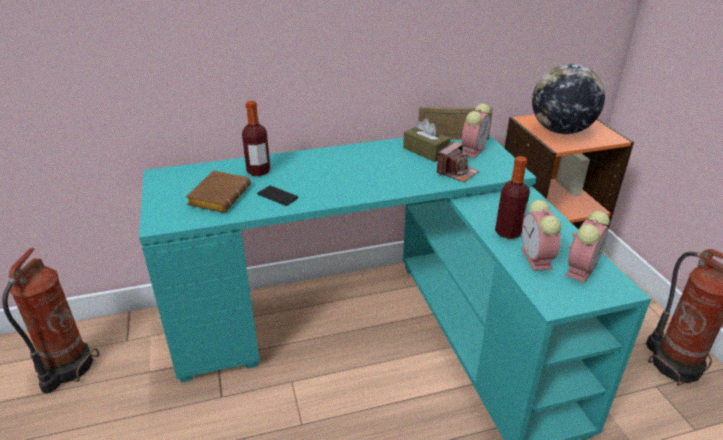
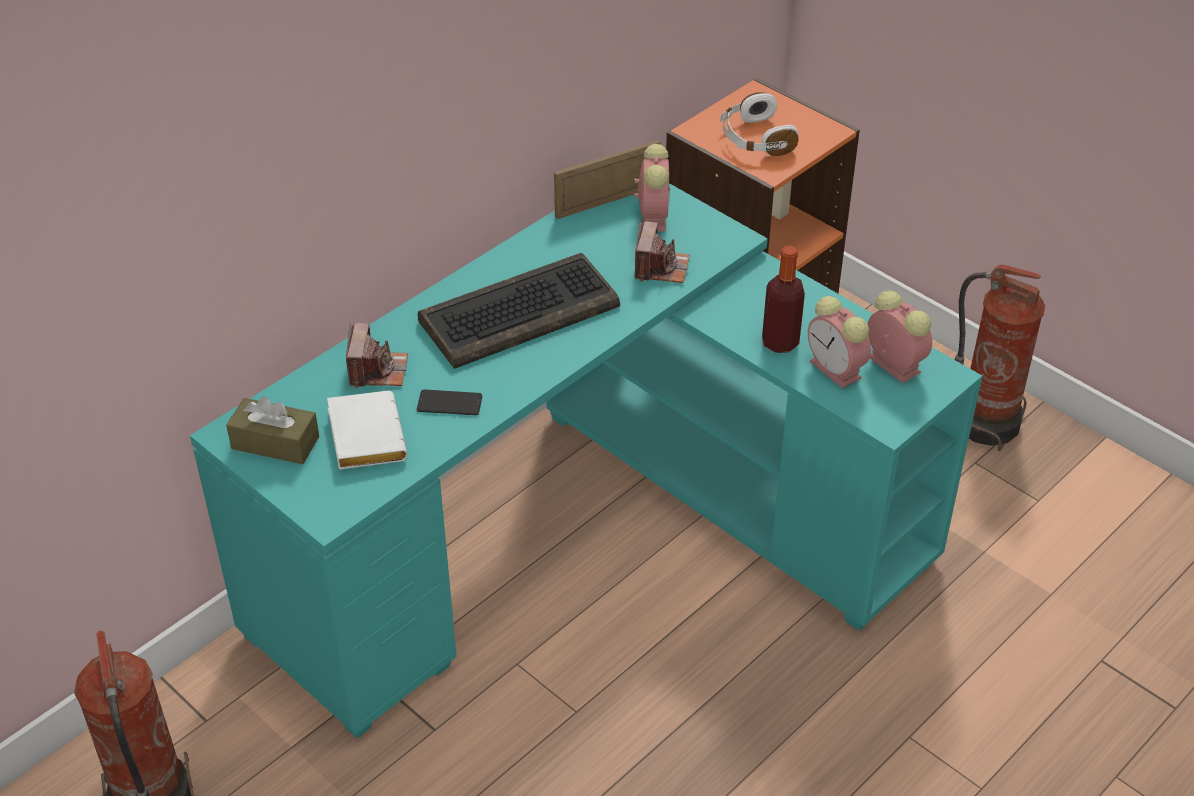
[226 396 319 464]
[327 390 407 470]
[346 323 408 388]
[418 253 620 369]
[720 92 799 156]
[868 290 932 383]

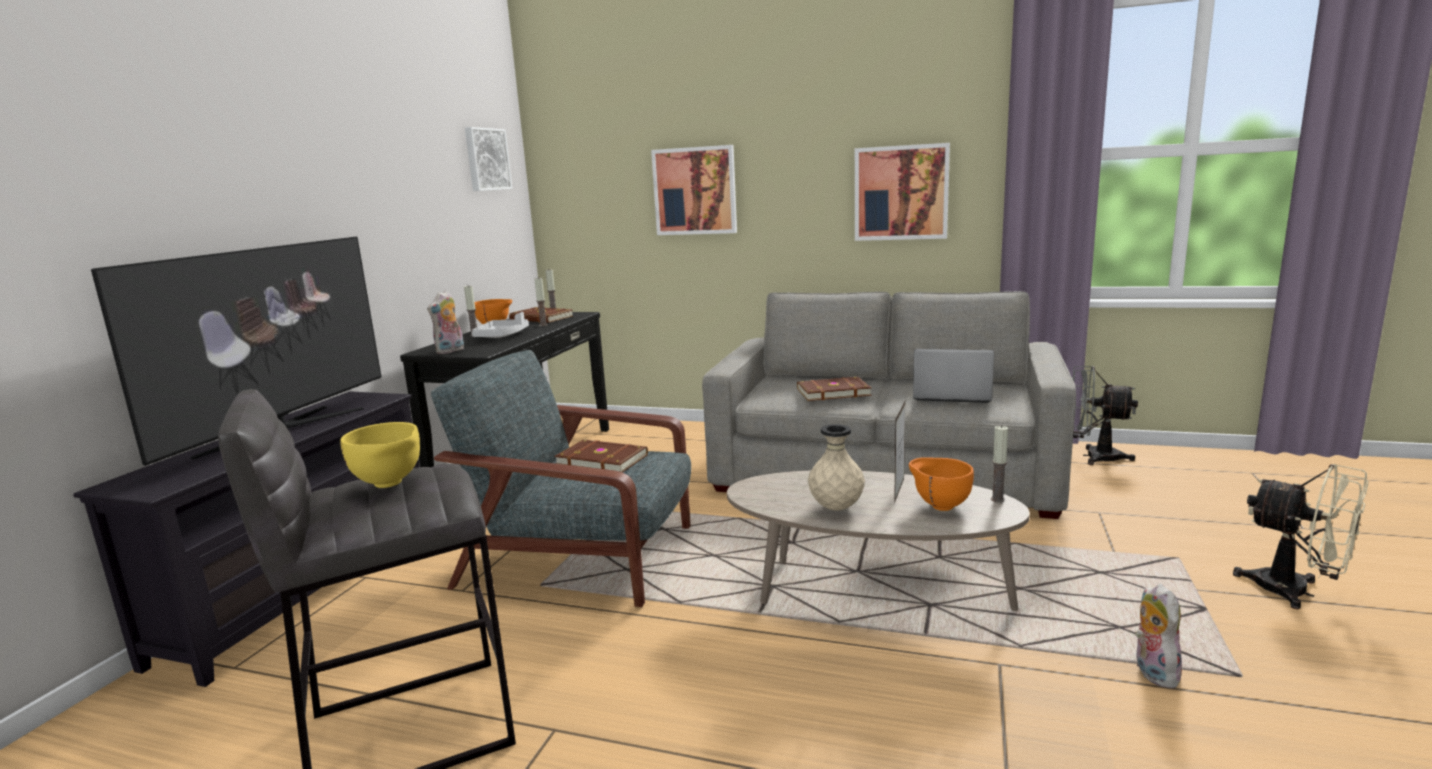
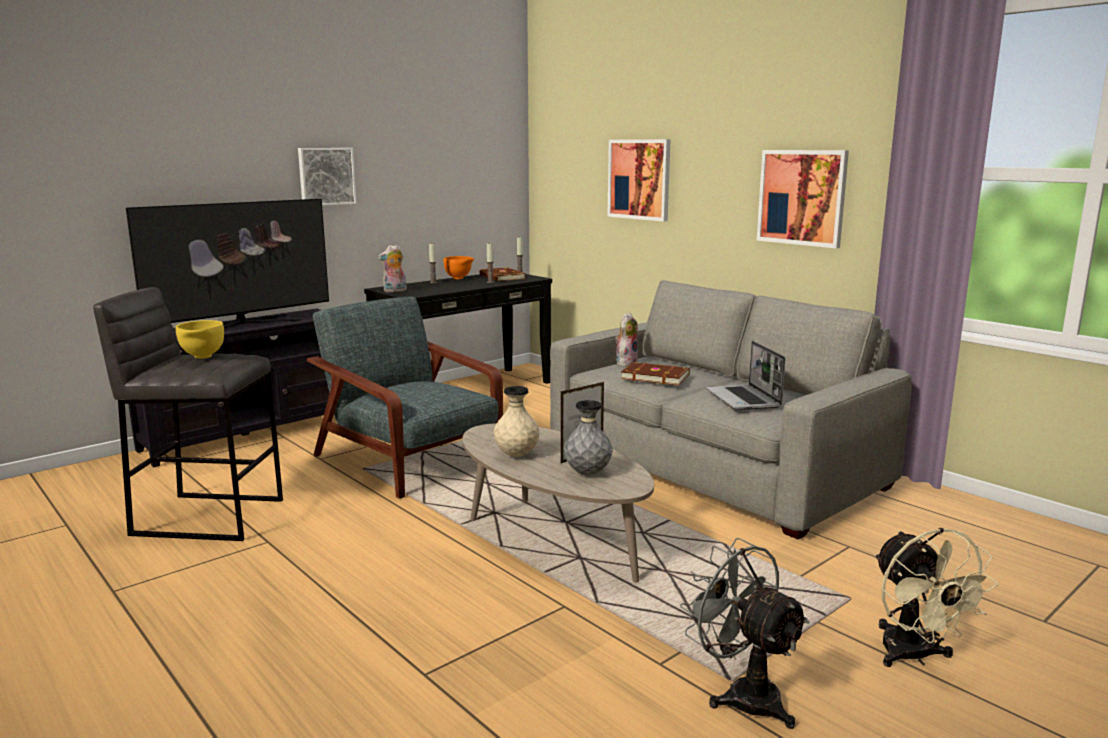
[298 148 357 206]
[564 400 613 475]
[615 312 638 367]
[680 538 810 729]
[706 341 785 410]
[472 312 529 338] (first image)
[554 439 648 472] (first image)
[991 425 1008 503] (first image)

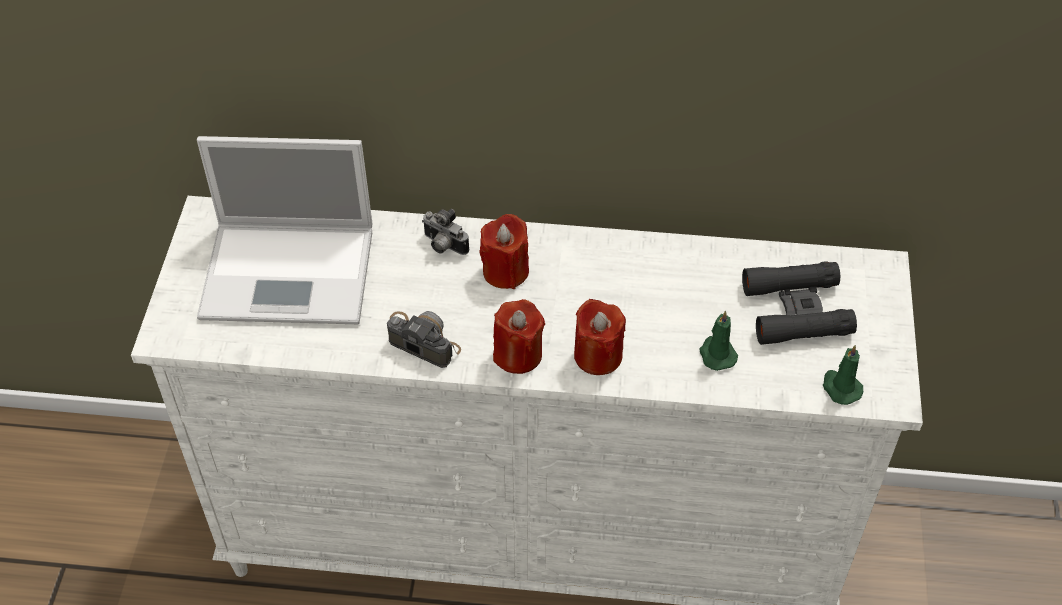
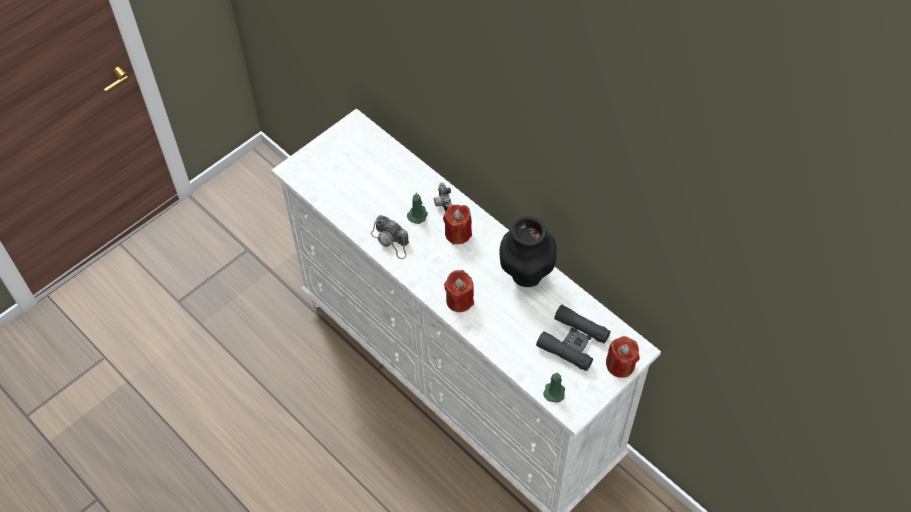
[371 215 409 259]
[407 192 428 224]
[500 216 557 287]
[606 336 640 378]
[197 136 373 324] (first image)

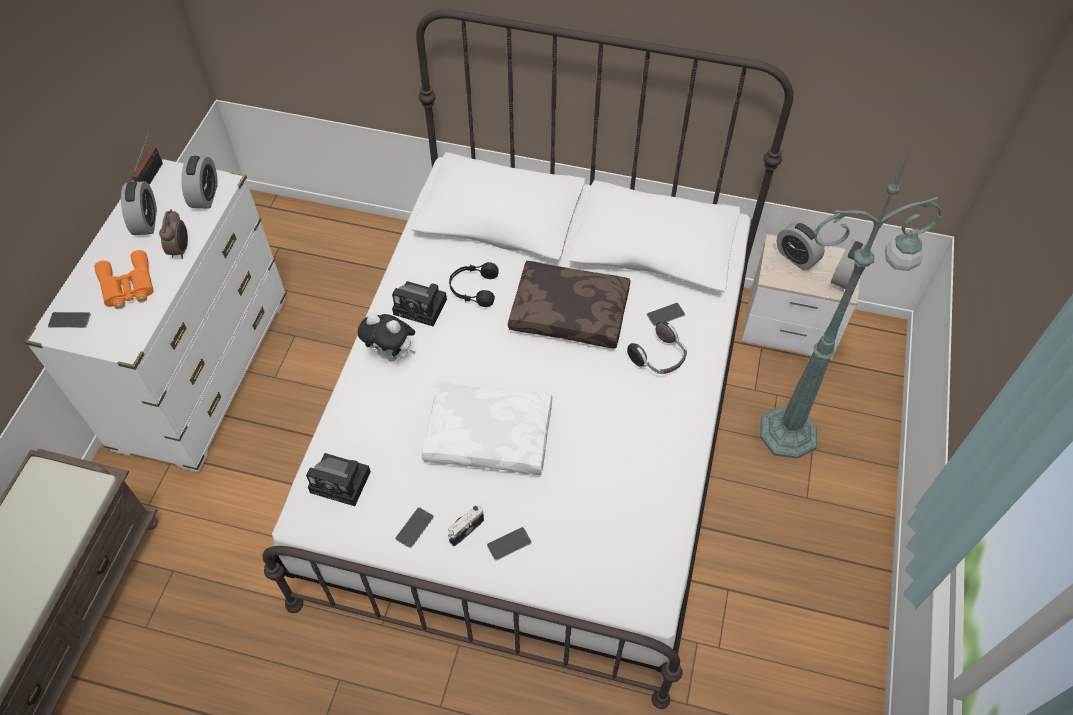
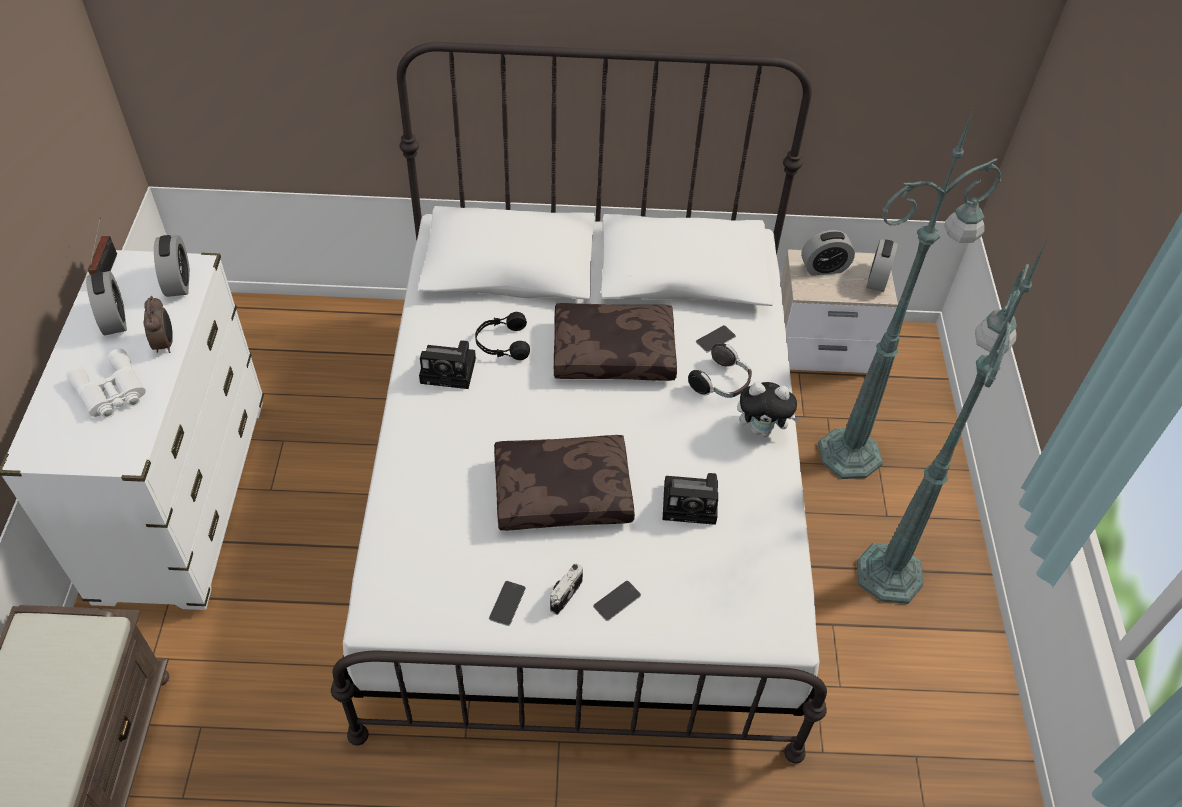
[66 349 146 418]
[494 435 635 531]
[663 473 718 525]
[737 382 801 437]
[801 230 855 276]
[857 238 1048 604]
[48 312 91 328] (first image)

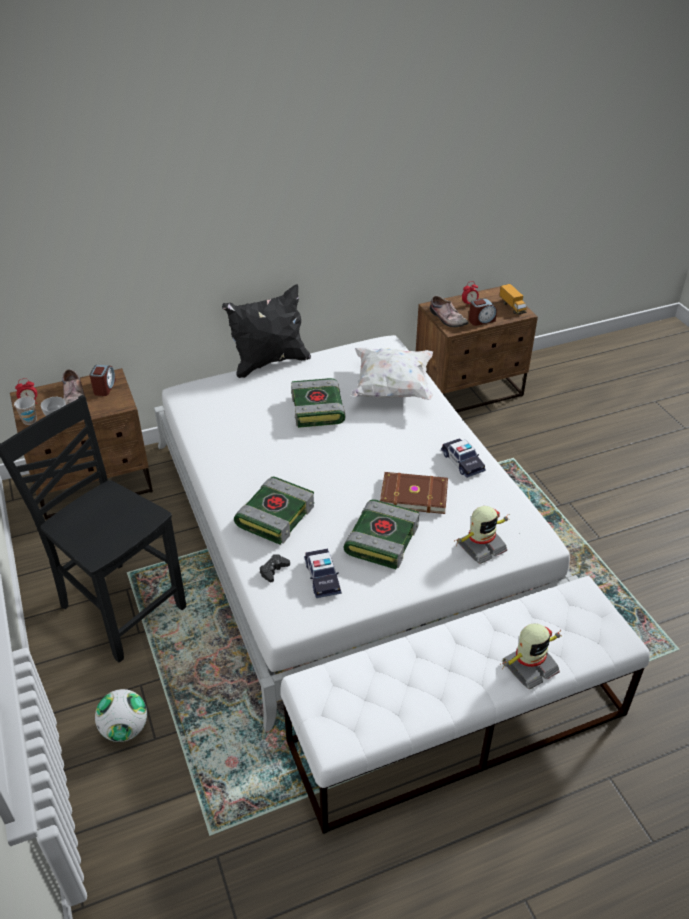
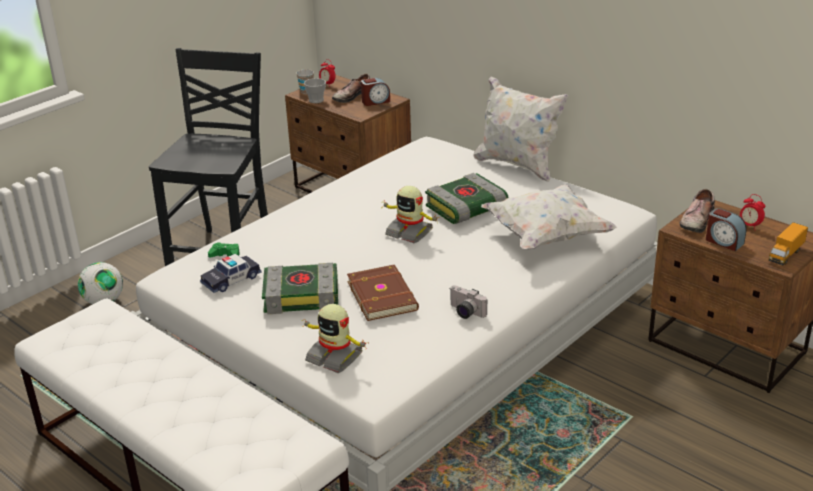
[208 243 240 258]
[382 186 440 243]
[450 285 487 319]
[473 76 568 182]
[234 477 314 545] (first image)

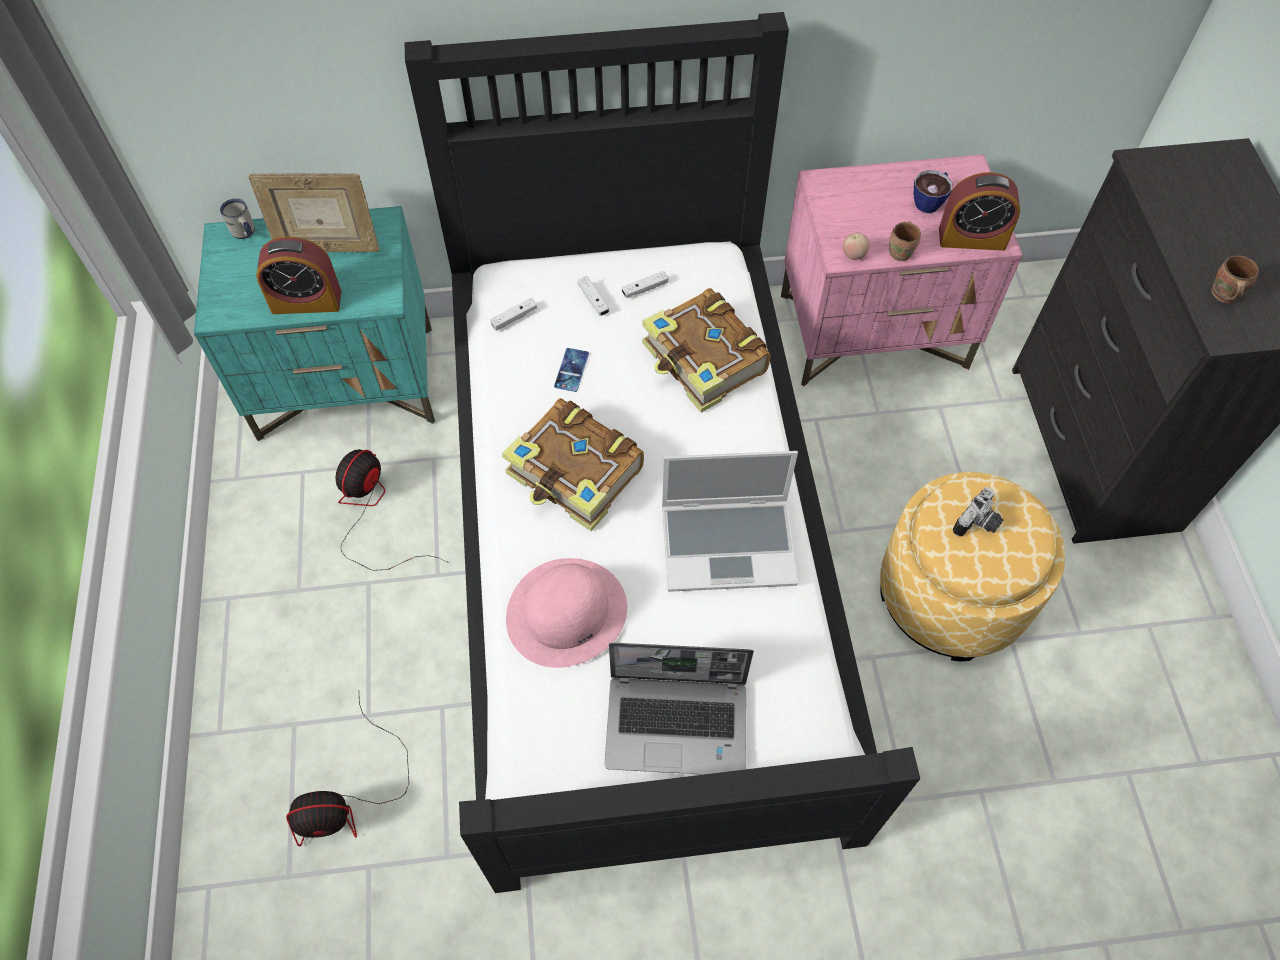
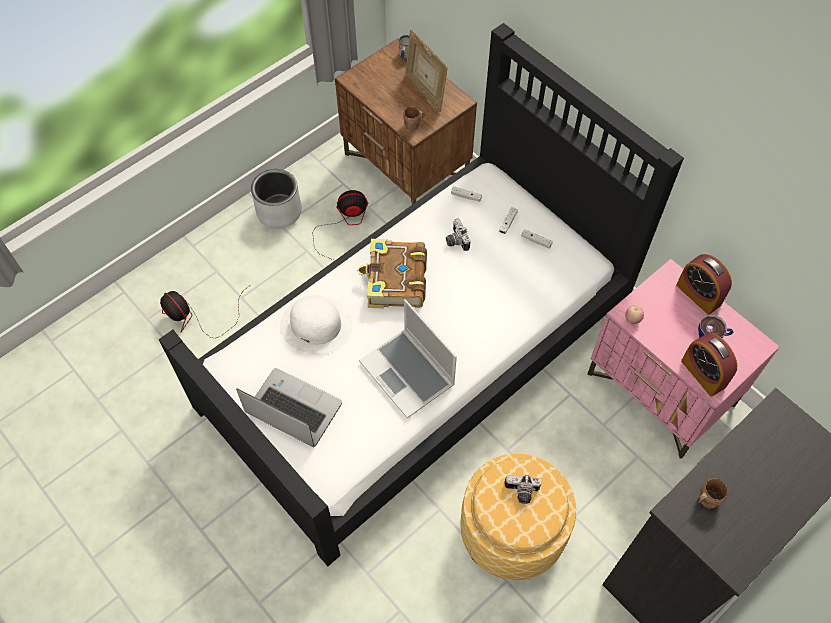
[236 368 342 447]
[251 169 302 229]
[280 295 353 354]
[335 38 477 205]
[403 106 425 131]
[446 219 470 251]
[676 254 732 315]
[642 288 770 413] (first image)

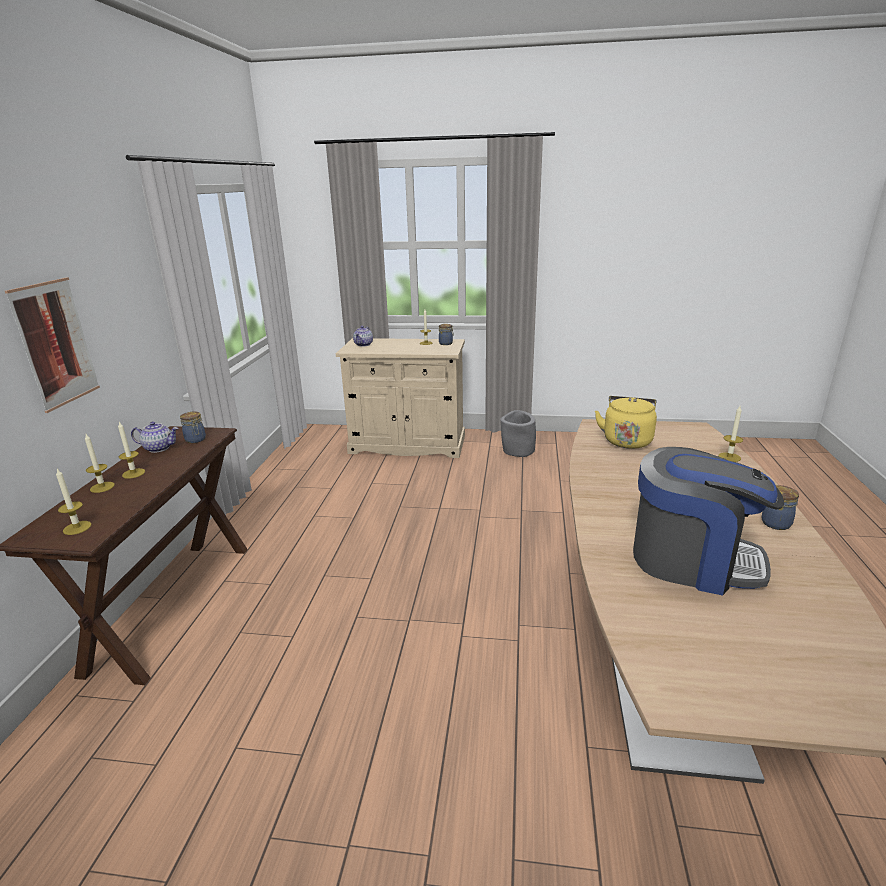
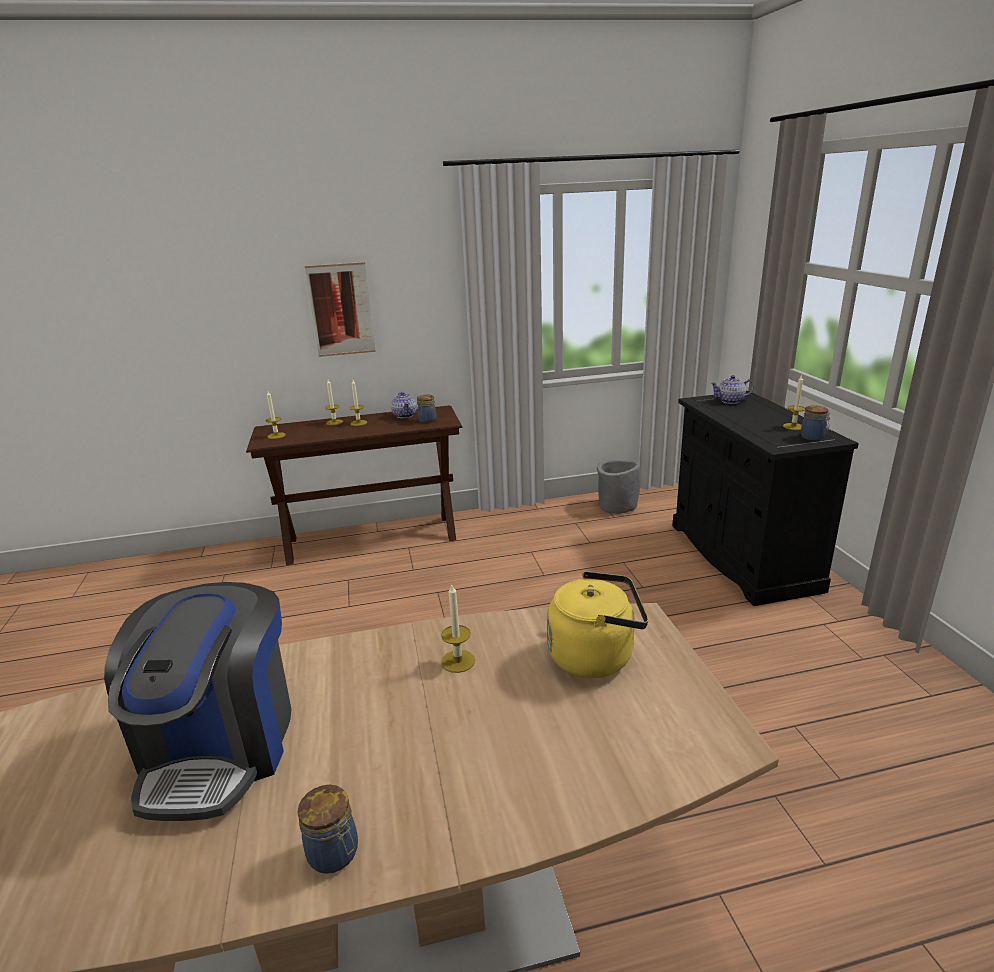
[441 583 475 673]
[597 460 640 514]
[672 391 859 606]

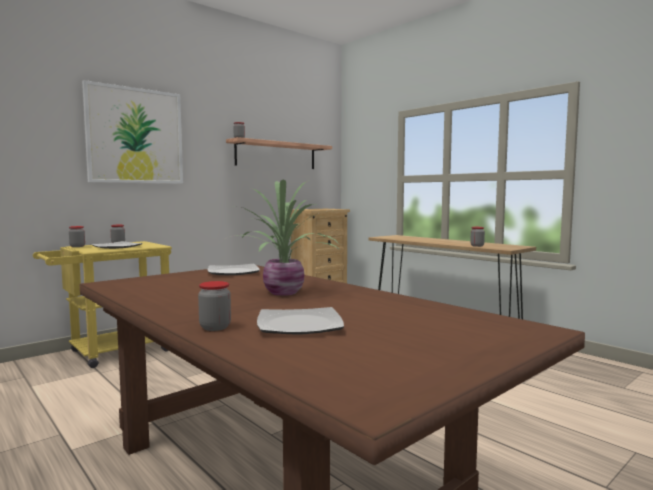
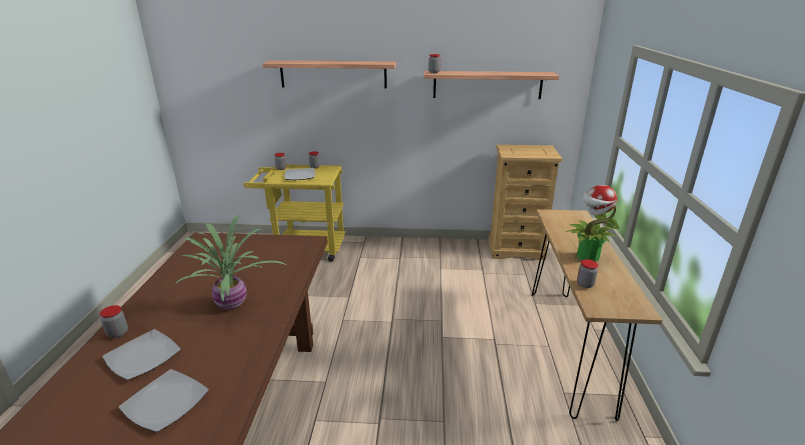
[119 369 209 432]
[263 60 396 89]
[566 185 620 262]

